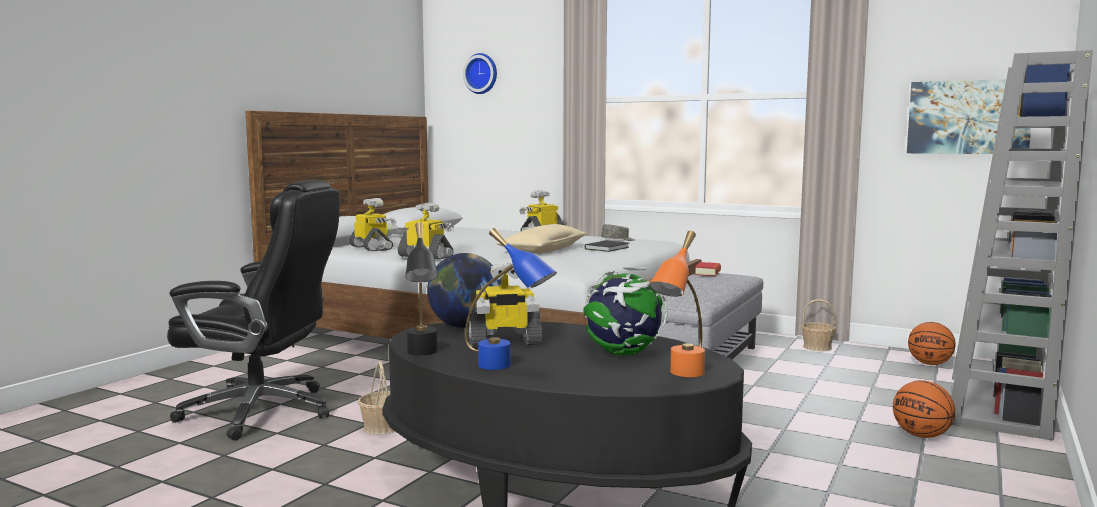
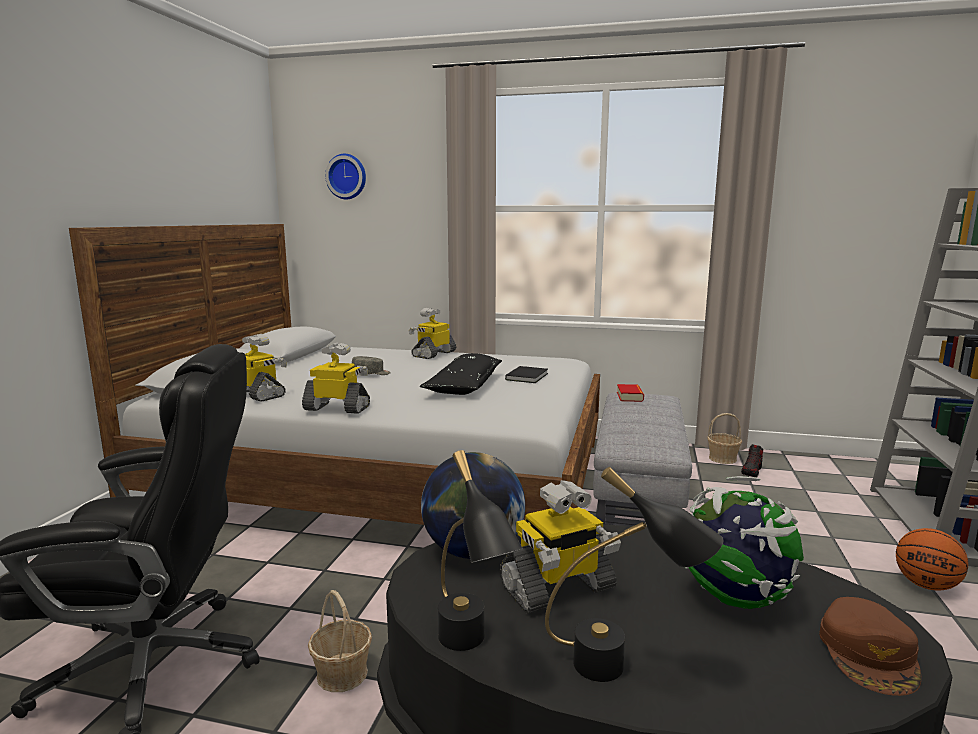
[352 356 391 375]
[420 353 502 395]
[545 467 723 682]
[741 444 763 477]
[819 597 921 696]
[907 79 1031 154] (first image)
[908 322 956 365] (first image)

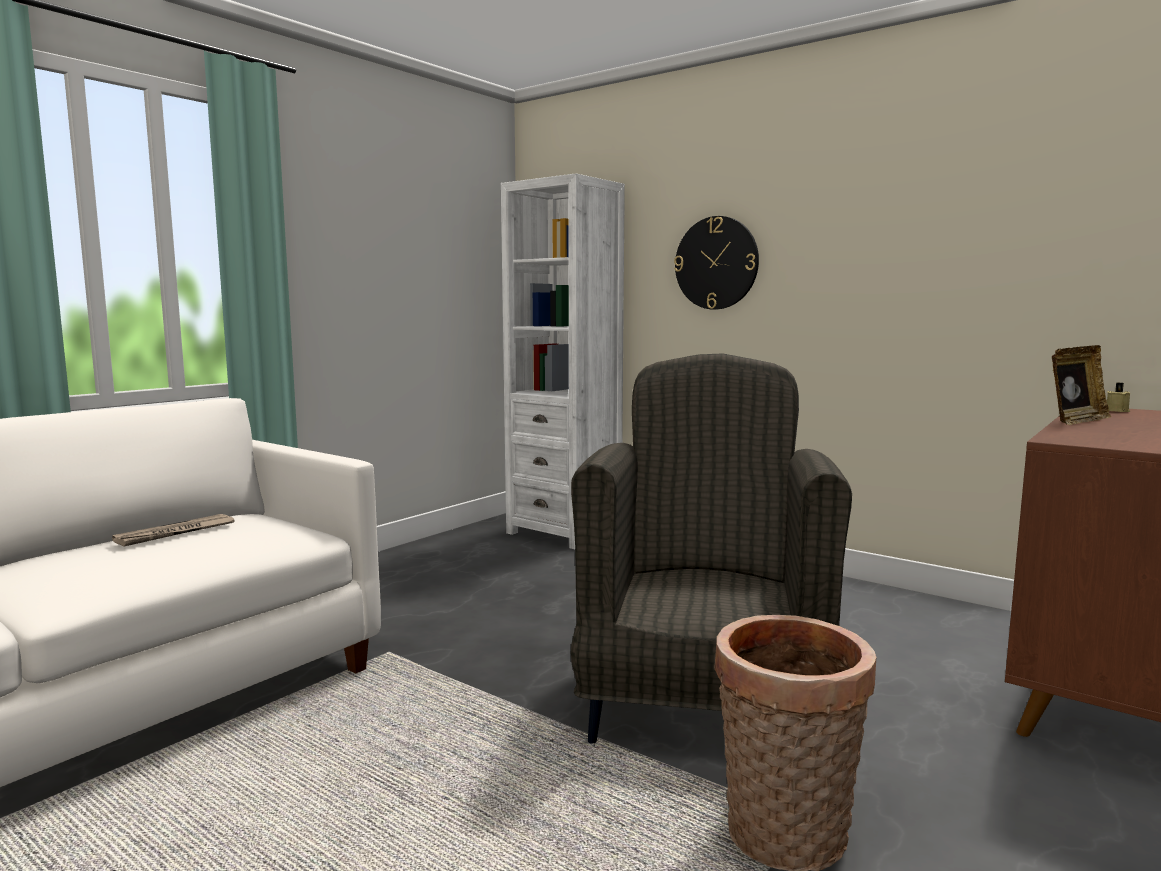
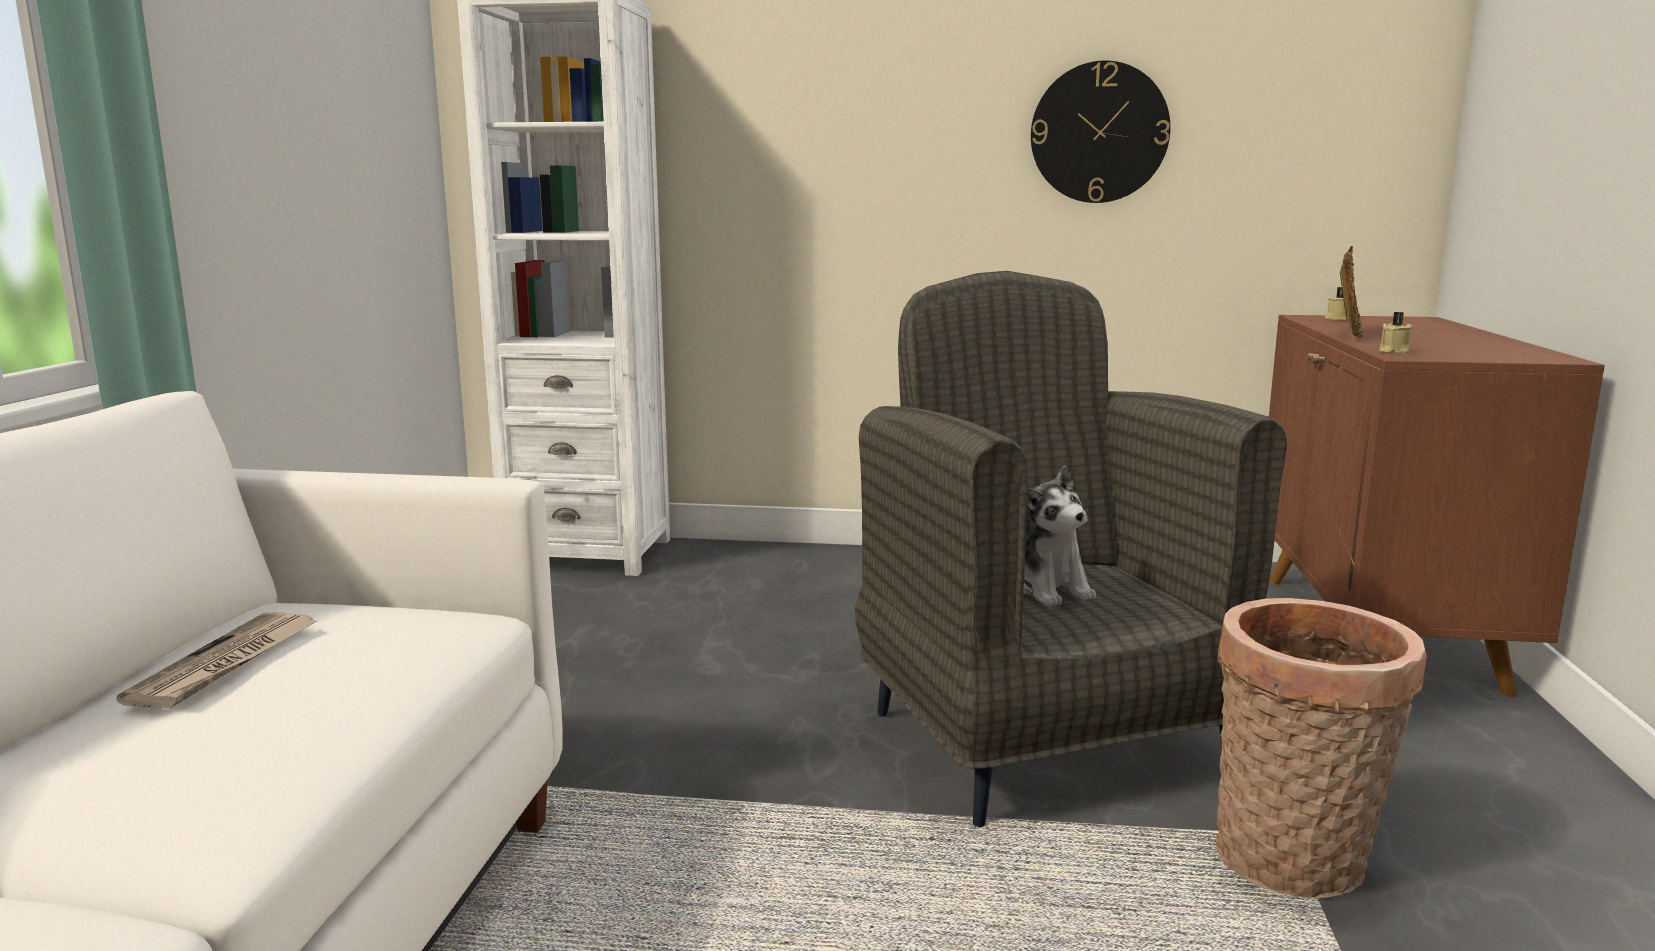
[1023 465 1096 607]
[1031 61 1171 203]
[1379 312 1413 353]

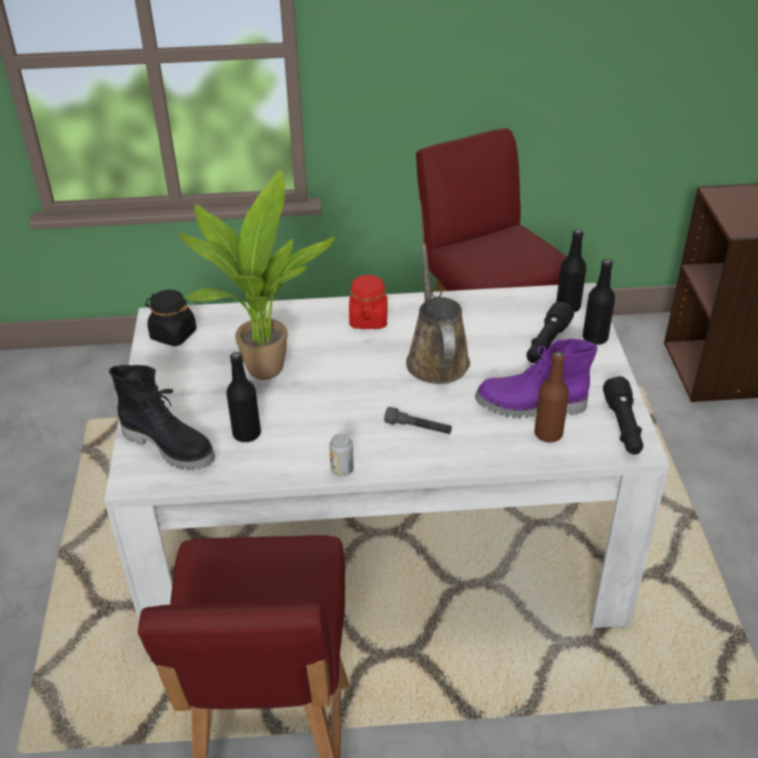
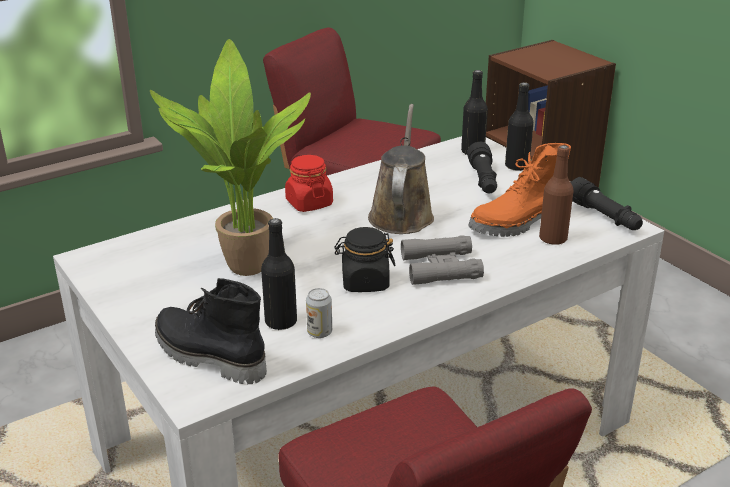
[155 278 267 384]
[306 288 332 338]
[334 227 395 292]
[368 104 434 234]
[401 235 484 285]
[468 143 571 237]

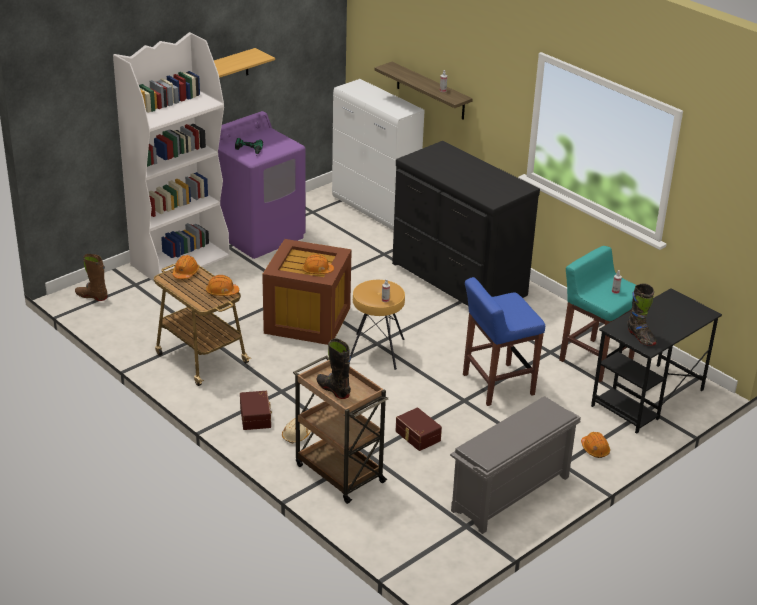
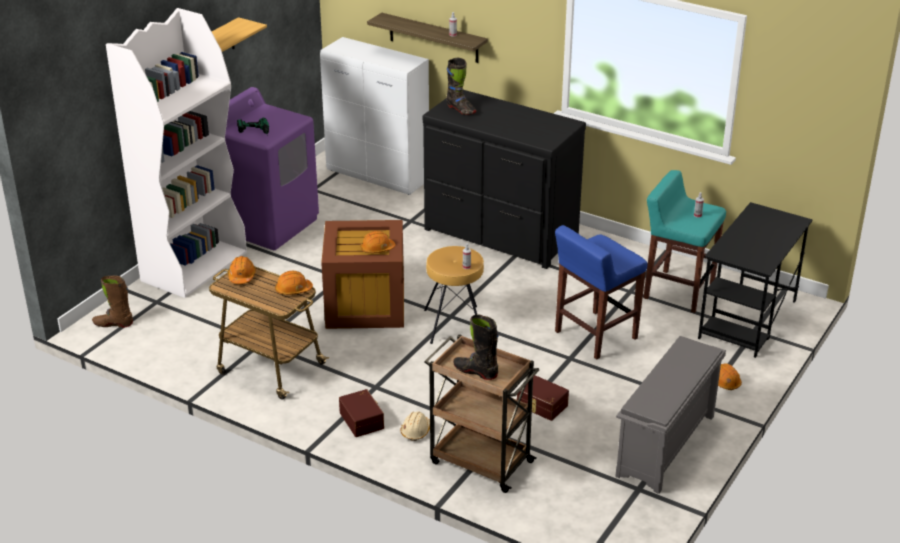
[446 58 477 115]

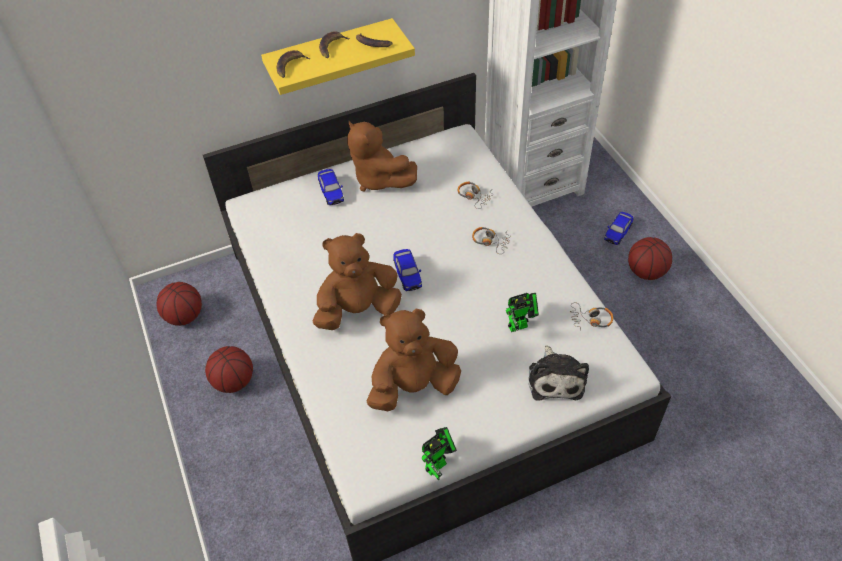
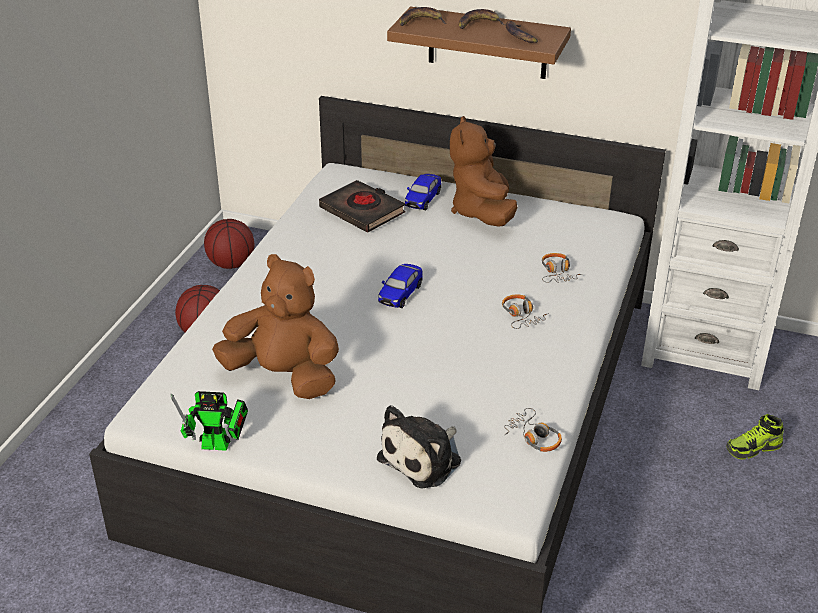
[319 180 405 233]
[387 7 571 79]
[726 414 784 459]
[313 233 402 330] (first image)
[506 293 539 332] (first image)
[628 237 672 280] (first image)

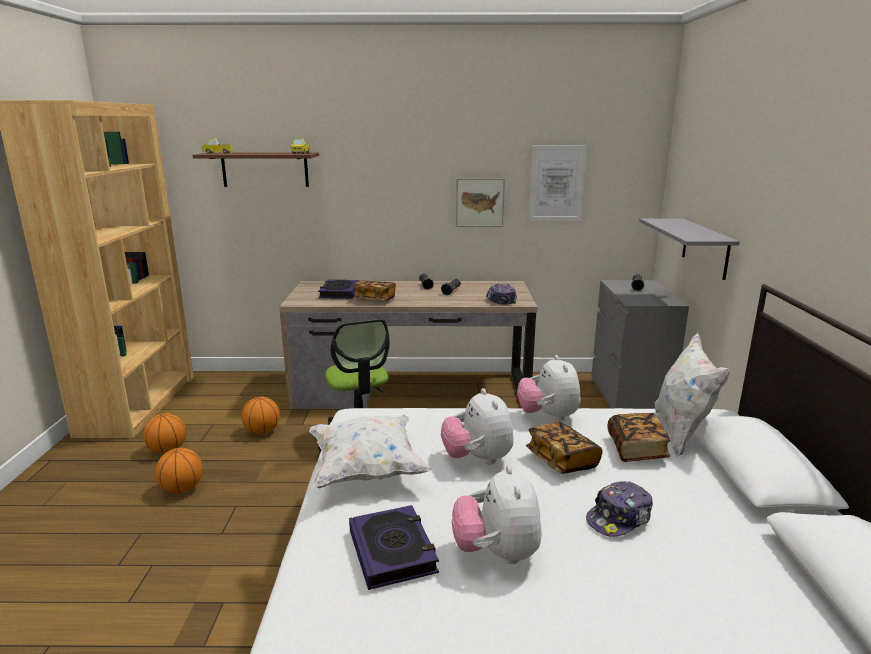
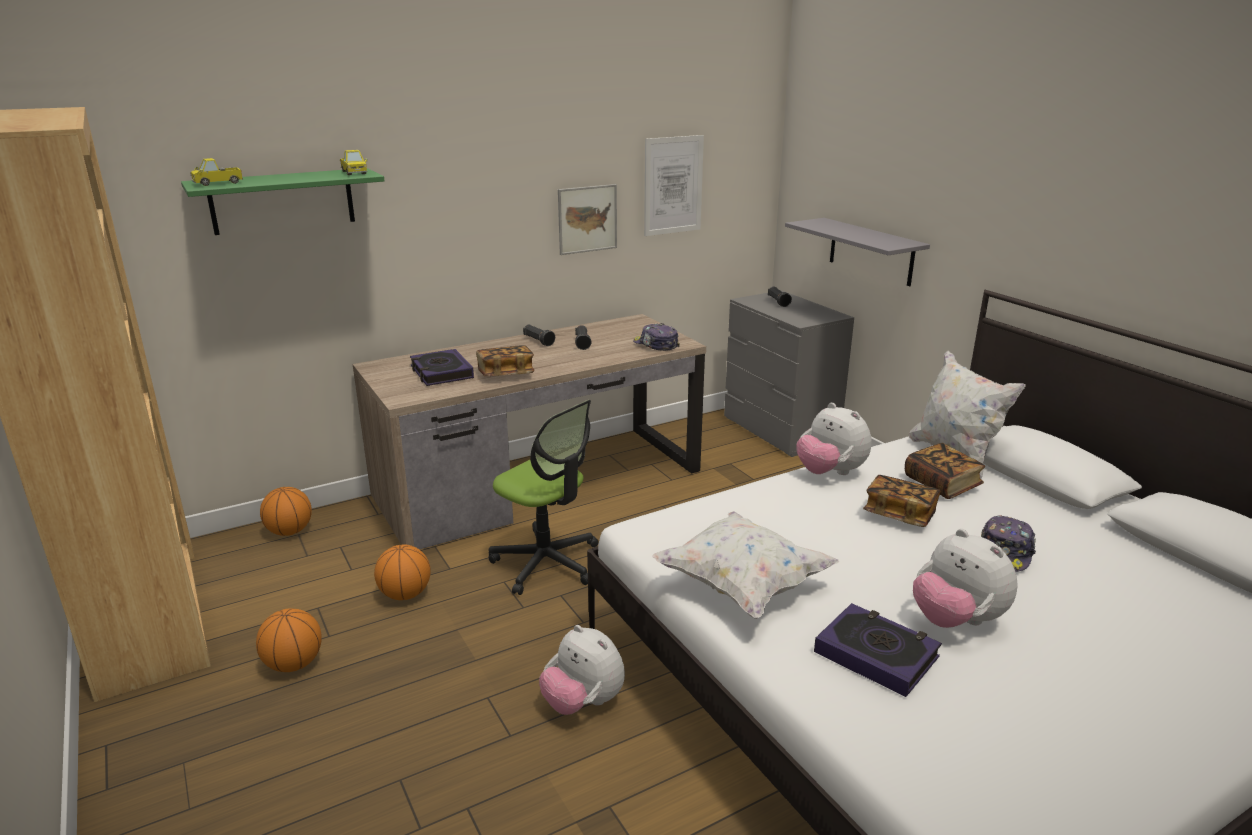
[181 168 384 235]
[260 487 312 536]
[539 625 625 715]

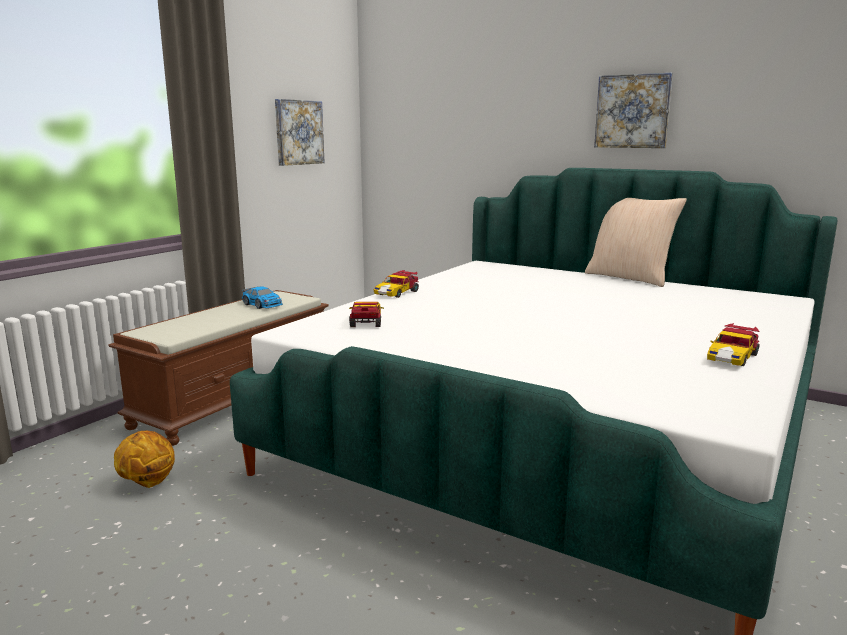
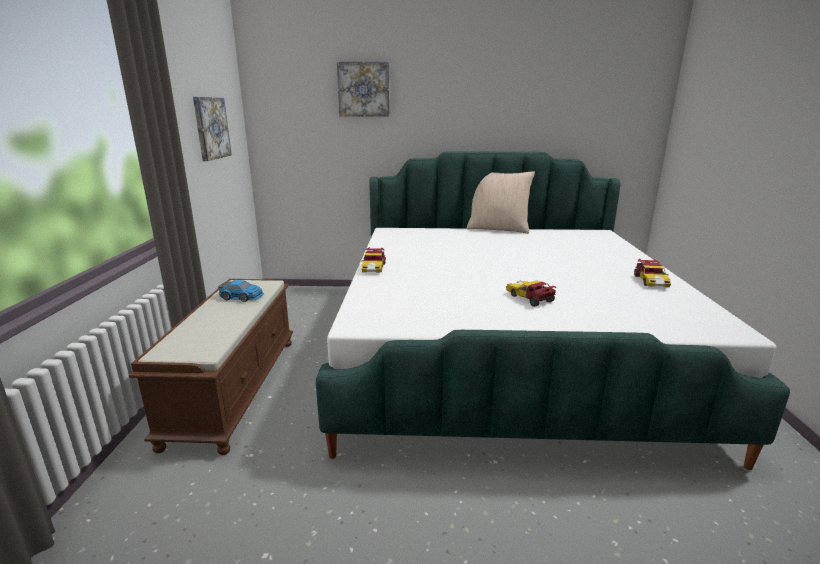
[337 62 390 117]
[506 281 556 307]
[114 431 175 488] (first image)

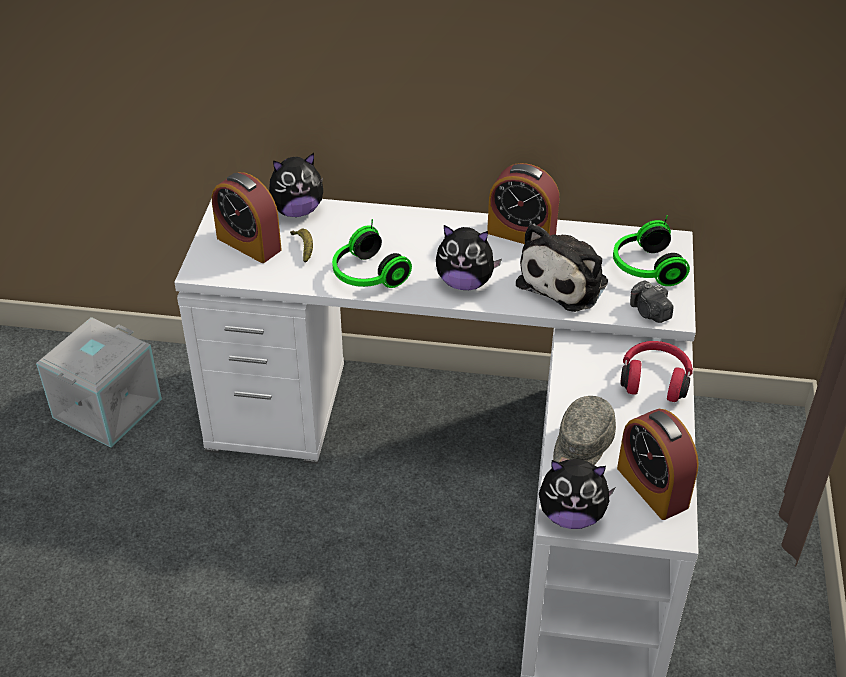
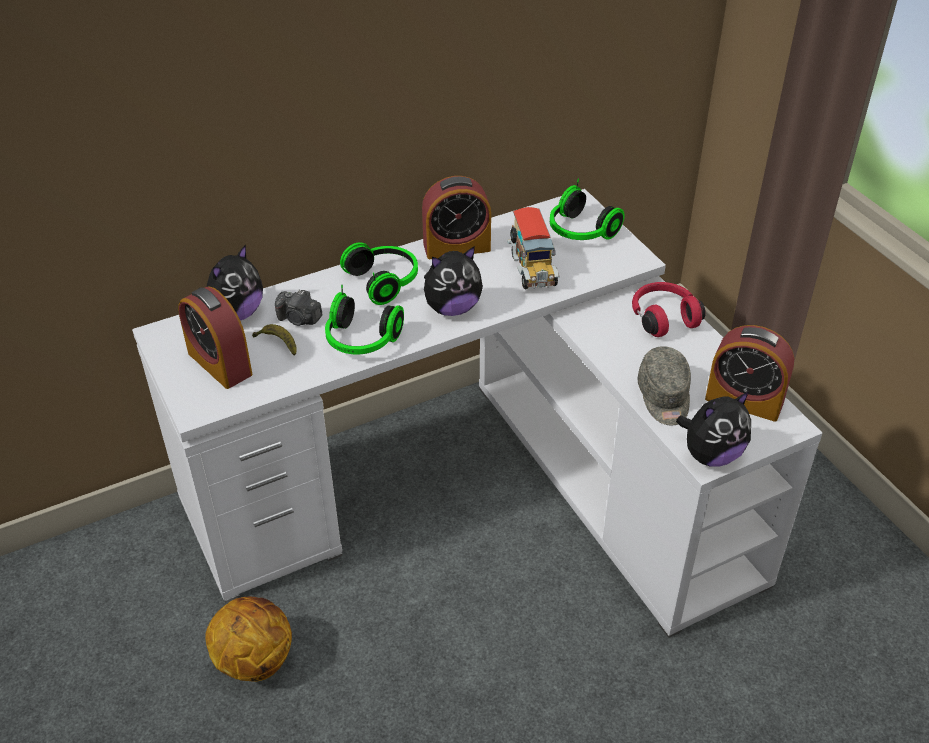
[178 286 253 389]
[205 597 292 682]
[275 290 322 326]
[340 242 418 305]
[507 207 560 290]
[36 317 162 448] (first image)

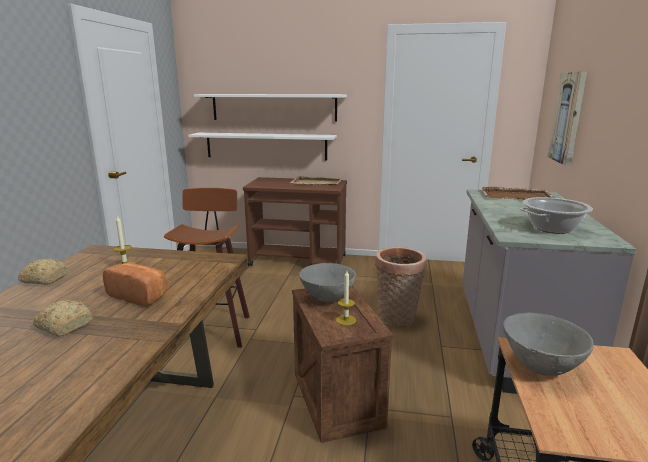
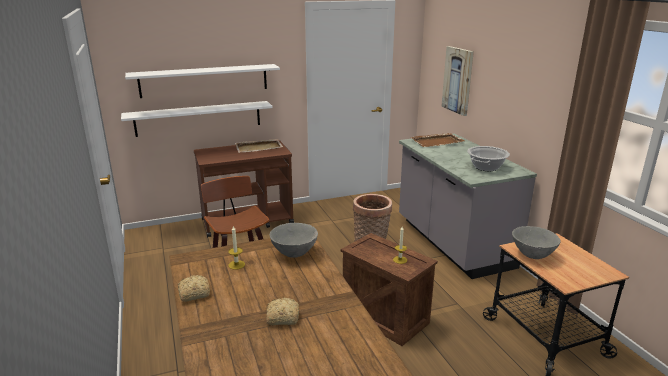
[270 223 318 258]
[103 263 167 307] (first image)

